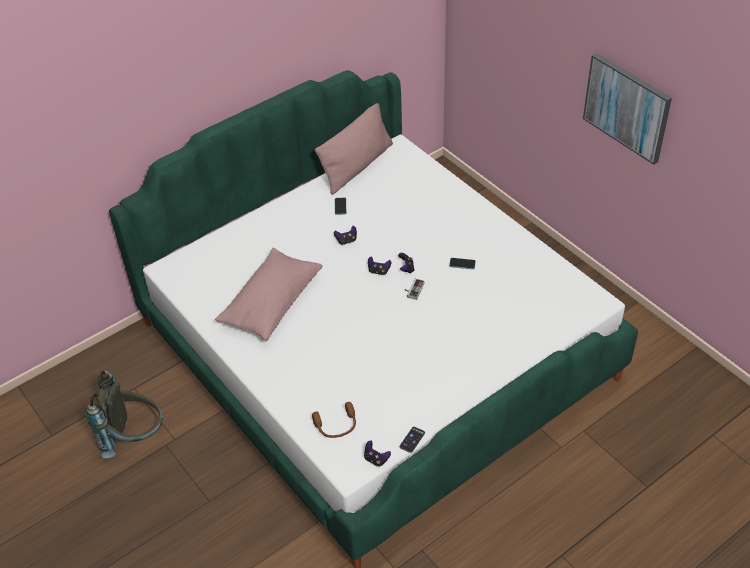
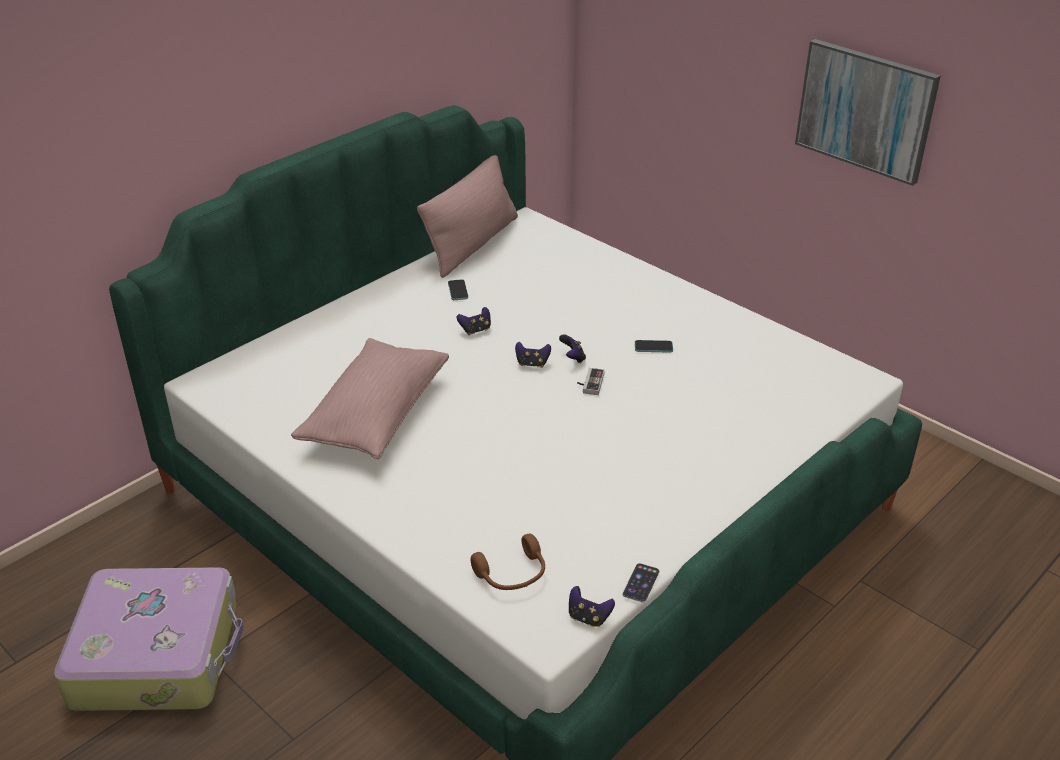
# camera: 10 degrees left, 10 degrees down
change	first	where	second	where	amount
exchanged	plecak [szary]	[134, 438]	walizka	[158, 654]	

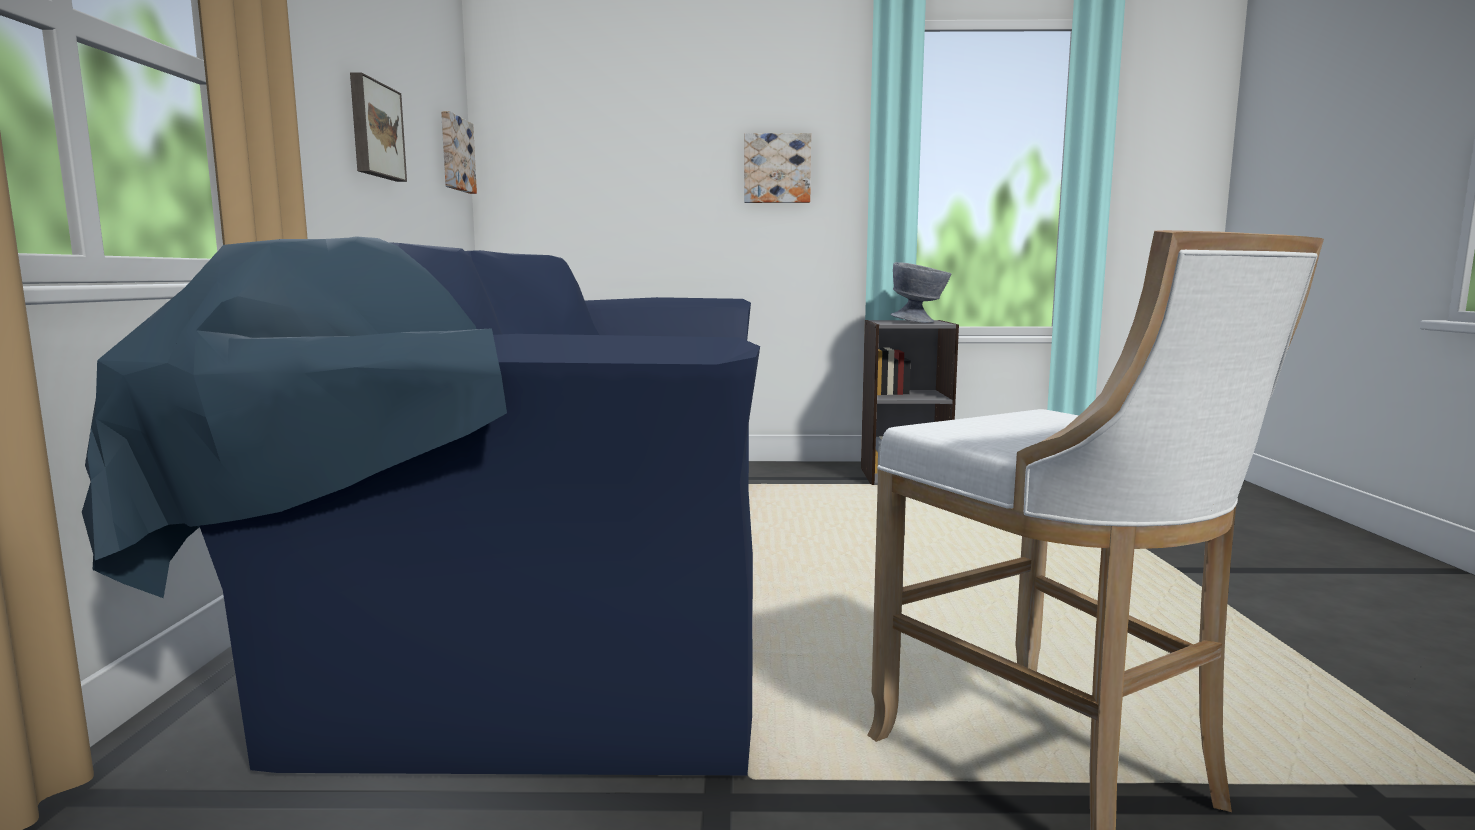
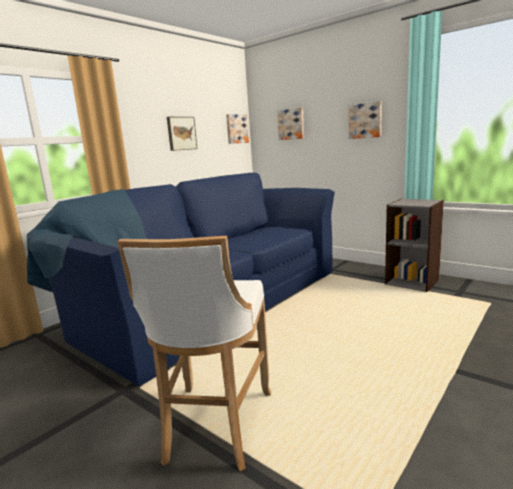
# camera: 40 degrees right, 5 degrees up
change	first	where	second	where	amount
appeared			obraz	[291, 124]	
missing	miska [szary]	[920, 322]			

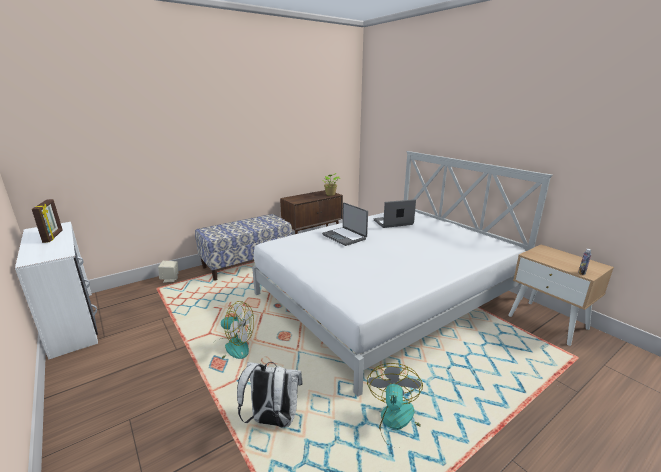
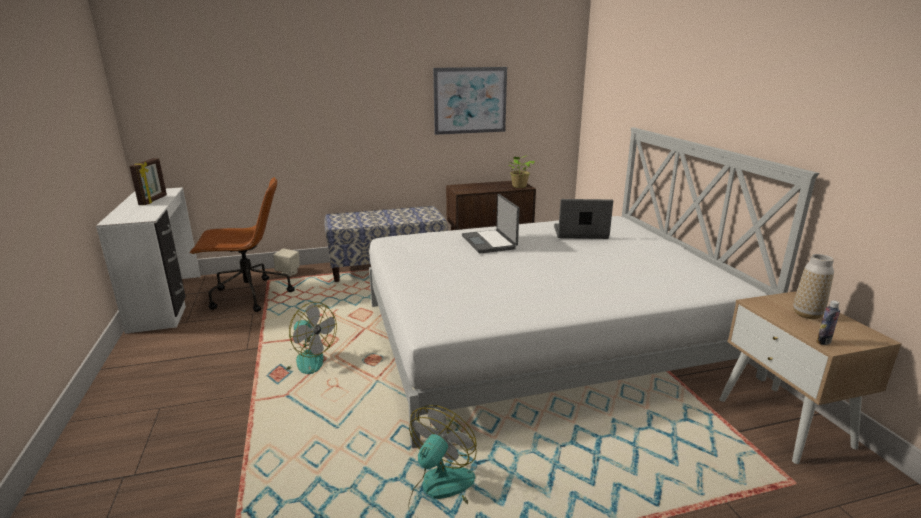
# camera: 20 degrees right, 0 degrees up
change	first	where	second	where	amount
appeared			krzesło biurowe [brązowy]	[248, 296]	
appeared			obraz	[470, 100]	
appeared			wazon	[807, 314]	
missing	plecak [biały]	[272, 420]			

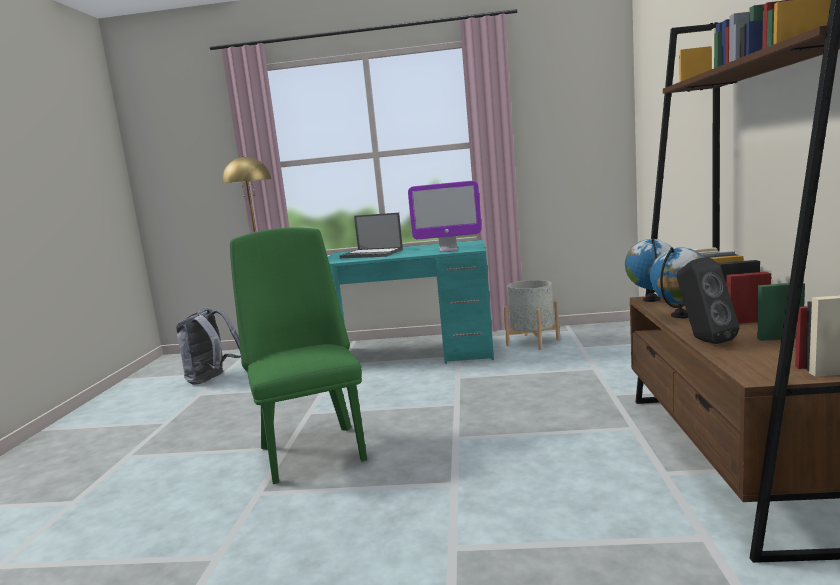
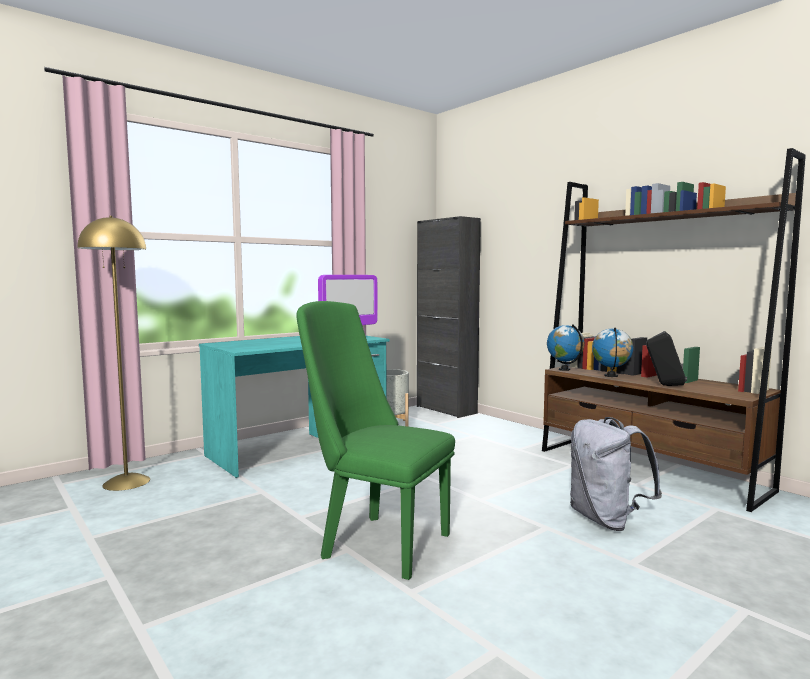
# camera: 45 degrees left, 5 degrees down
change	first	where	second	where	amount
appeared			szafka [czarny]	[446, 410]	
relocated	plecak [szary]	[212, 379]		[607, 520]	
missing	laptop	[372, 254]			

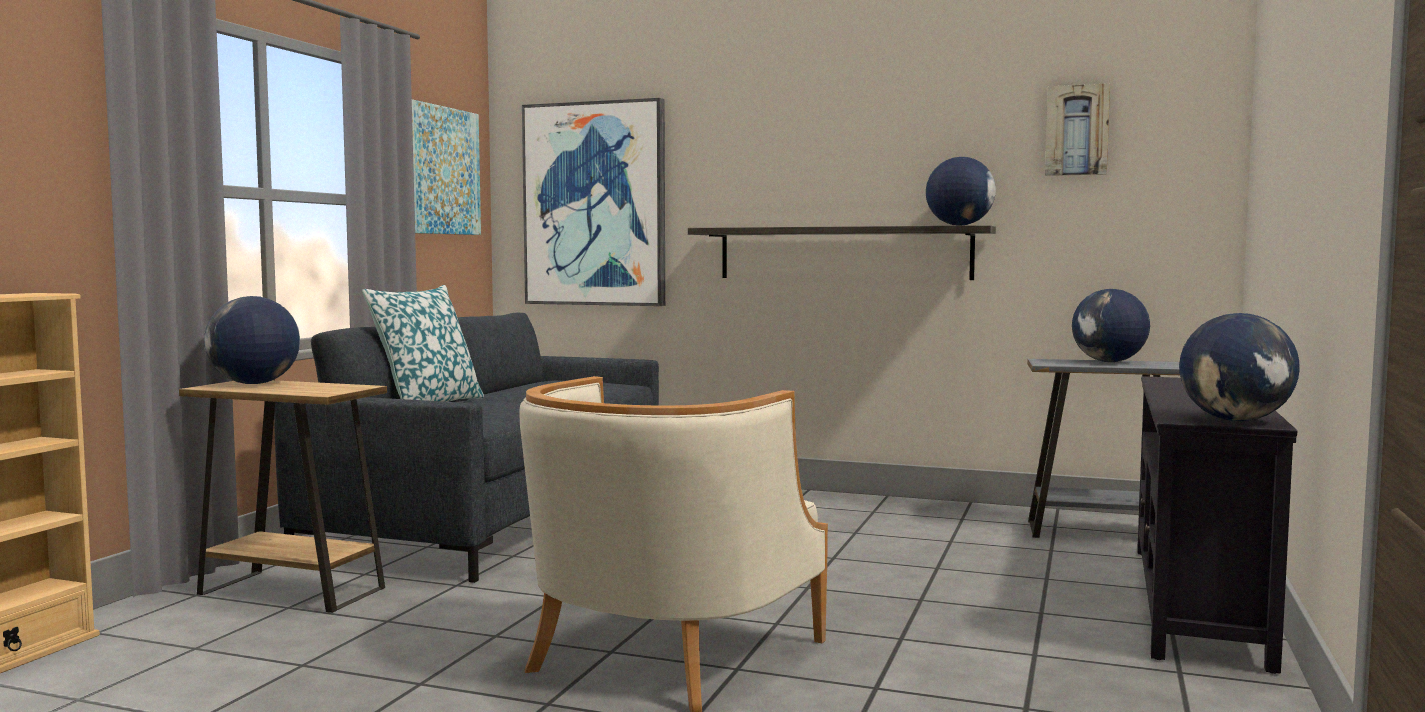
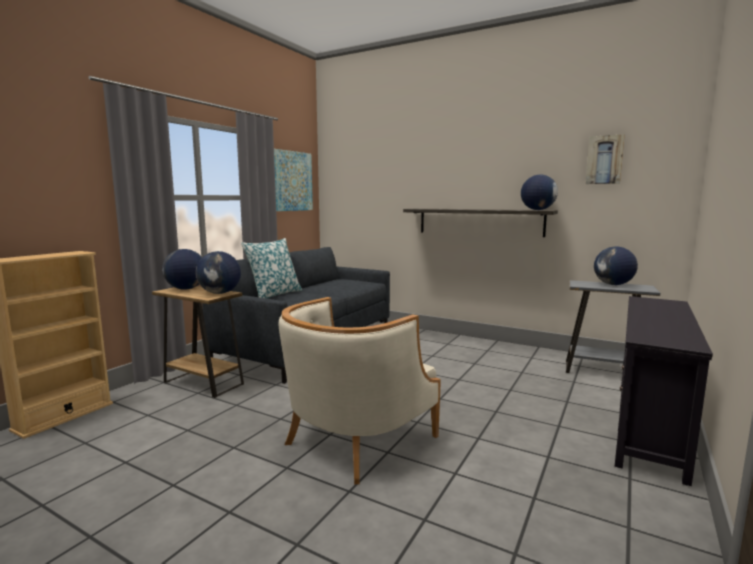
# camera: 10 degrees right, 5 degrees up
change	first	where	second	where	amount
relocated	globus	[1236, 420]		[220, 293]	
missing	obraz	[595, 204]			

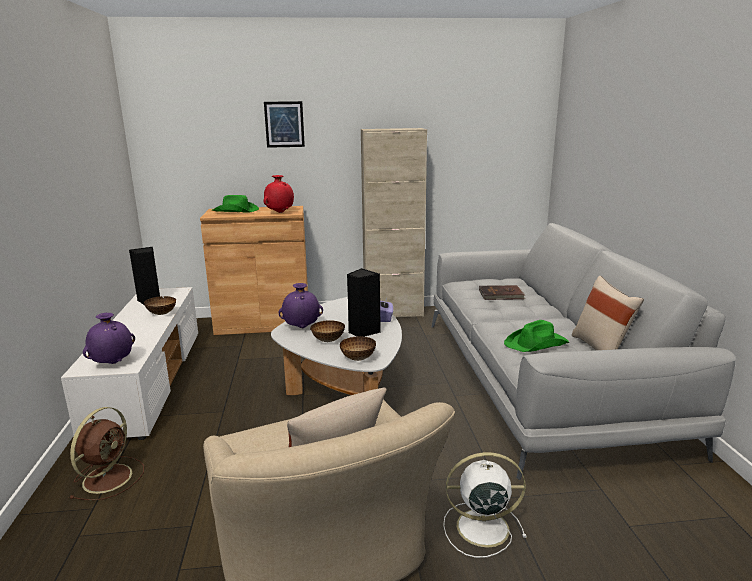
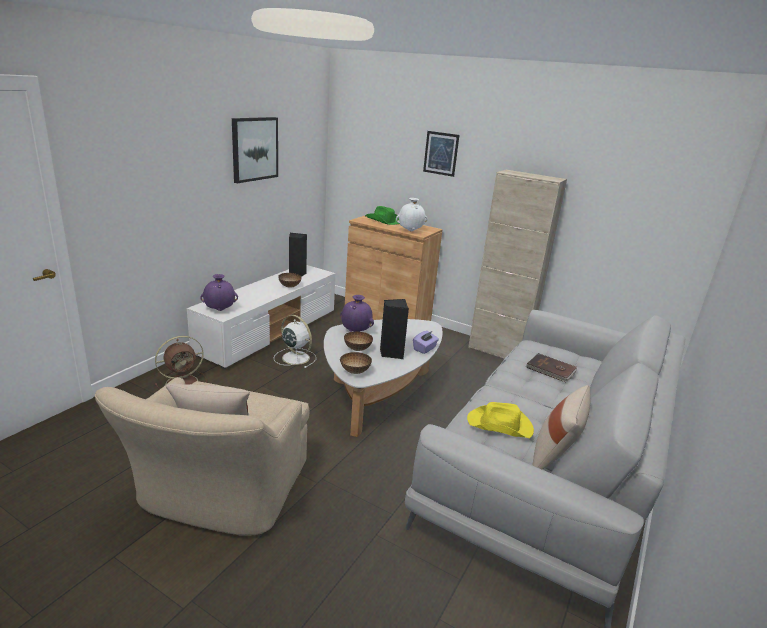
# camera: 35 degrees right, 5 degrees up
change	first	where	second	where	amount
appeared			obraz	[254, 149]	
relocated	wentylator [biały]	[480, 527]		[294, 357]	
colour	wazon [czerwony]	[280, 212]	wazon [biały]	[410, 231]	
colour	kapelusz [zielony]	[537, 344]	kapelusz [żółty]	[500, 425]	

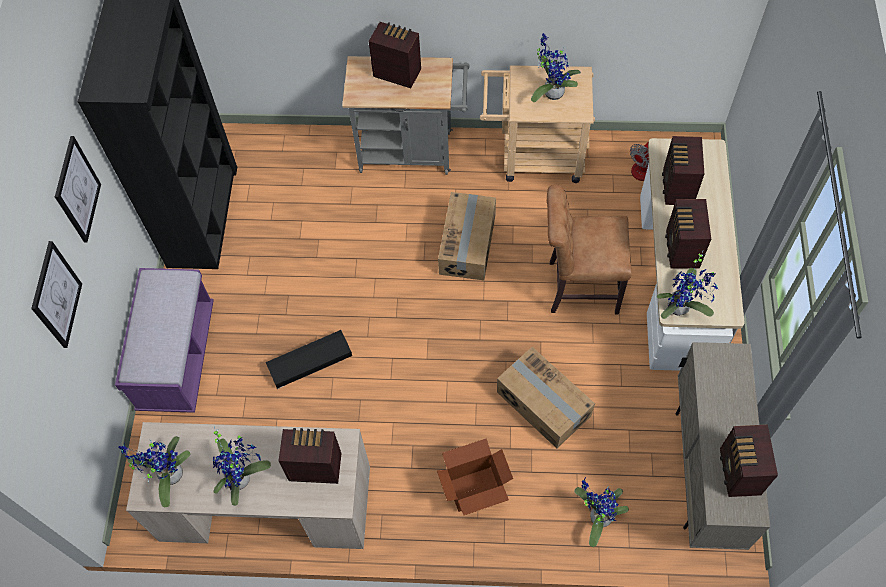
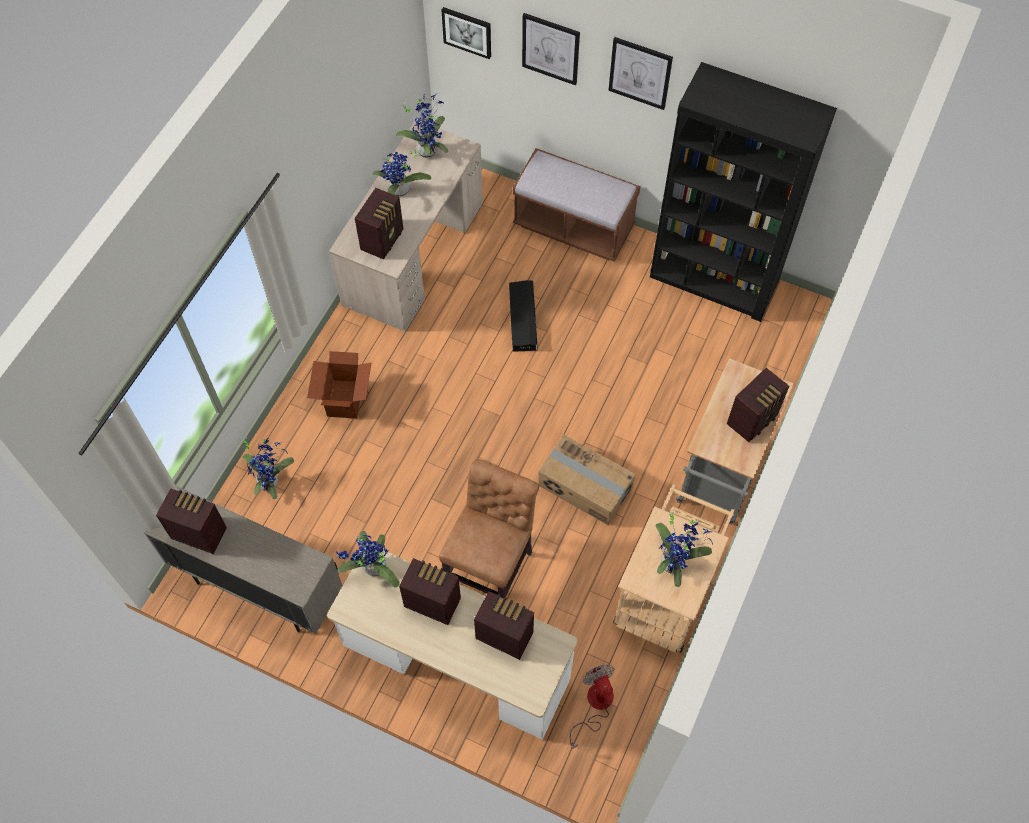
# camera: 110 degrees right, 0 degrees up
change	first	where	second	where	amount
appeared			obraz	[467, 32]	
colour	ławka [fioletowy]	[177, 357]	ławka [brązowy]	[573, 227]	
missing	karton	[543, 404]			

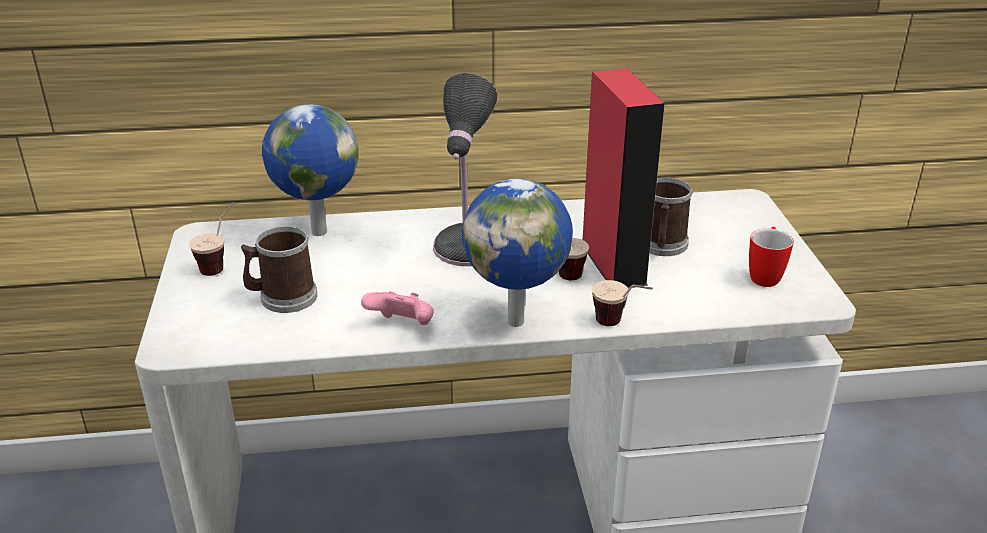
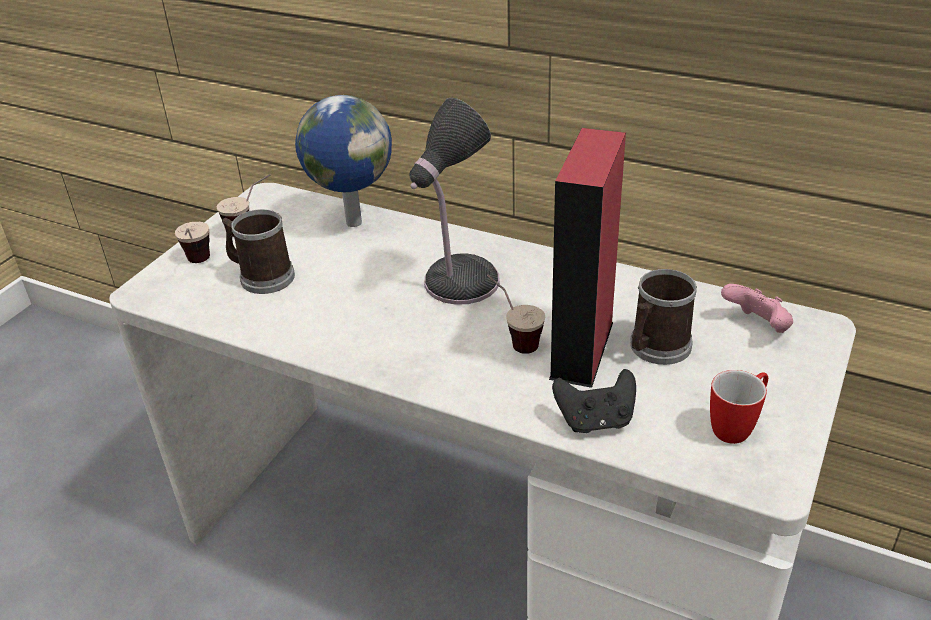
# camera: 35 degrees right, 5 degrees up
change	first	where	second	where	amount
relocated	filiżanka	[619, 326]		[198, 265]	
appeared			pad do gier [czarny]	[595, 421]	
relocated	pad do gier [różowy]	[402, 326]		[757, 327]	
missing	globus	[517, 320]			

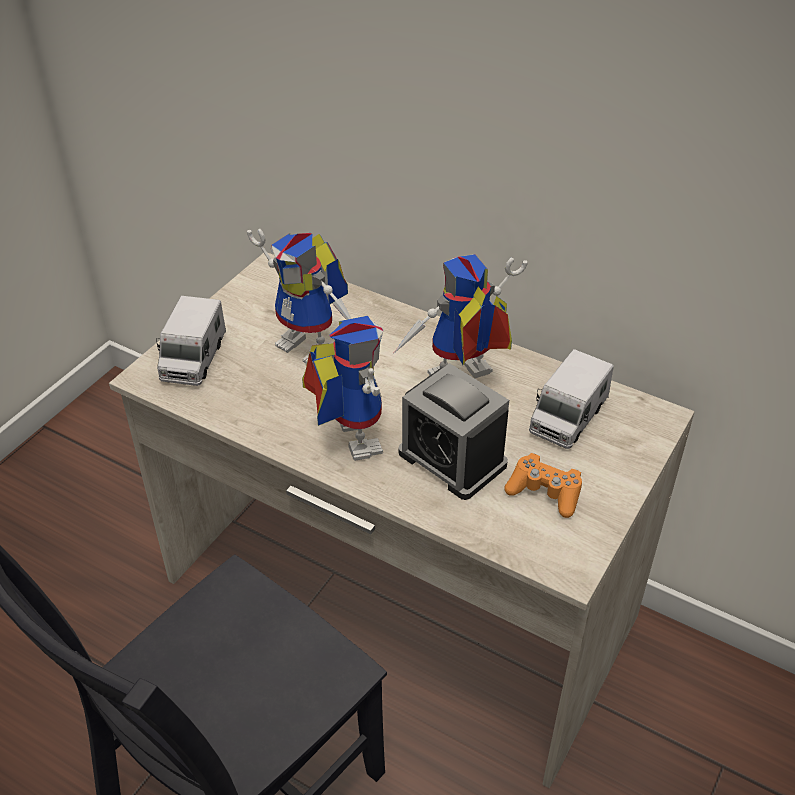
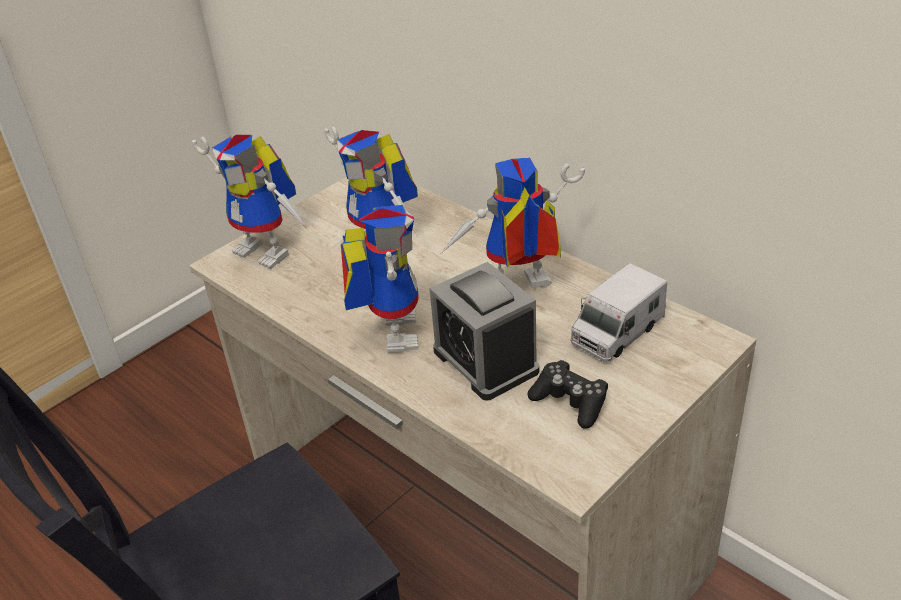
# camera: 15 degrees right, 5 degrees down
change	first	where	second	where	amount
exchanged	ciężarówka zabawkowa	[193, 359]	robot zabawkowy	[271, 250]	
colour	pad do gier [pomarańczowy]	[544, 492]	pad do gier [czarny]	[570, 402]	

